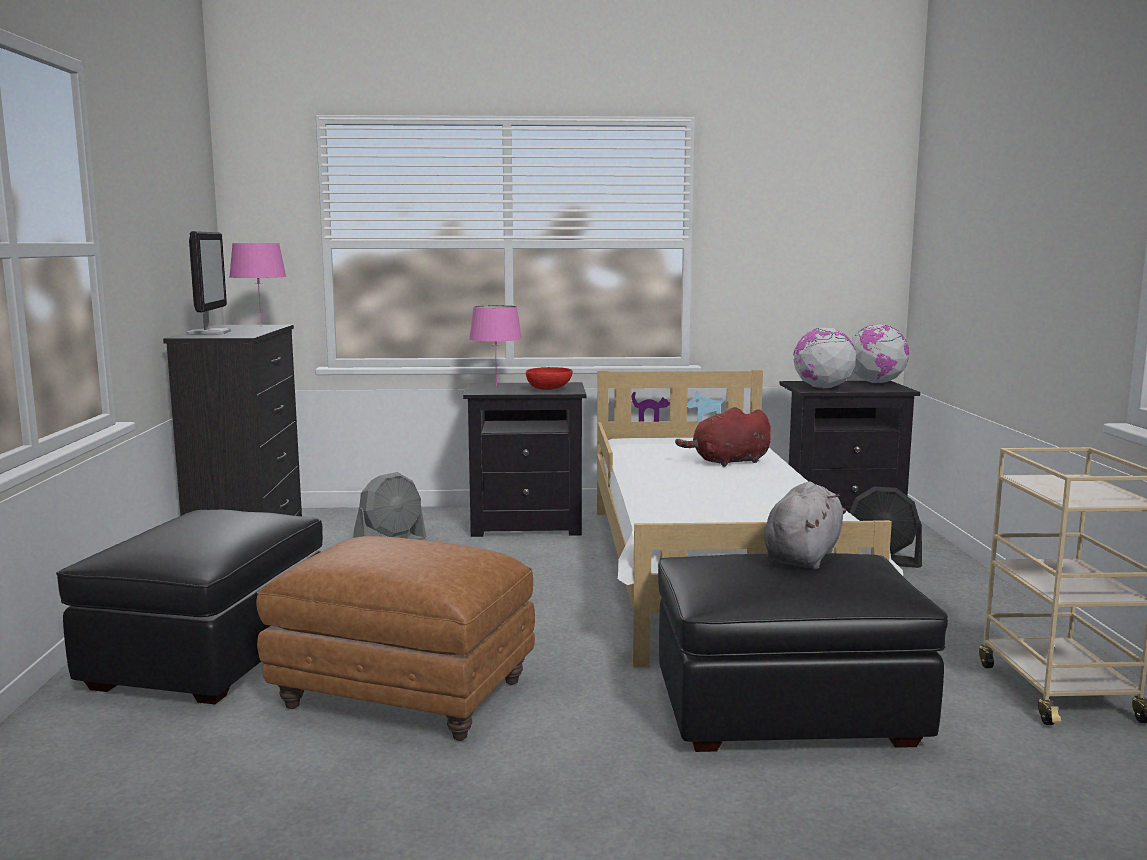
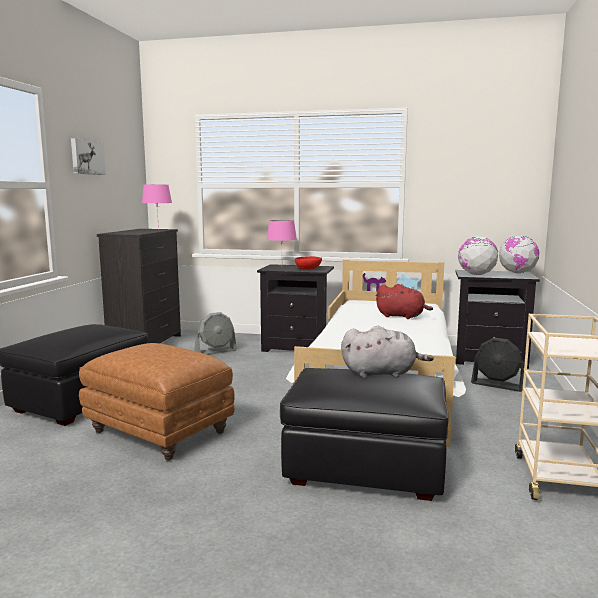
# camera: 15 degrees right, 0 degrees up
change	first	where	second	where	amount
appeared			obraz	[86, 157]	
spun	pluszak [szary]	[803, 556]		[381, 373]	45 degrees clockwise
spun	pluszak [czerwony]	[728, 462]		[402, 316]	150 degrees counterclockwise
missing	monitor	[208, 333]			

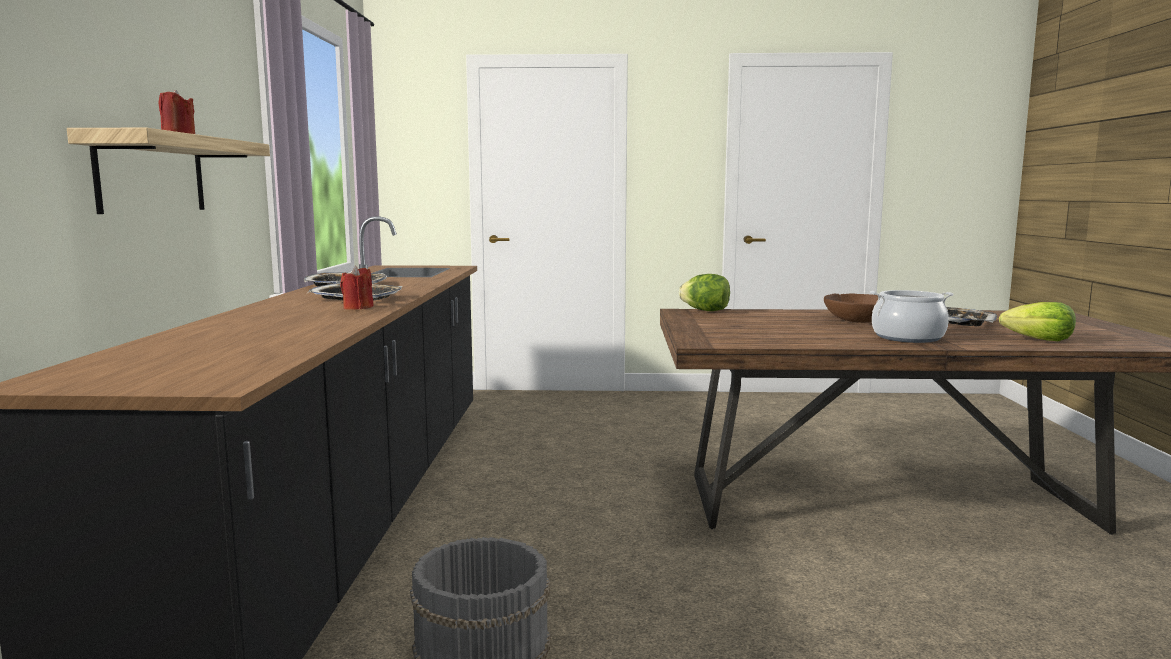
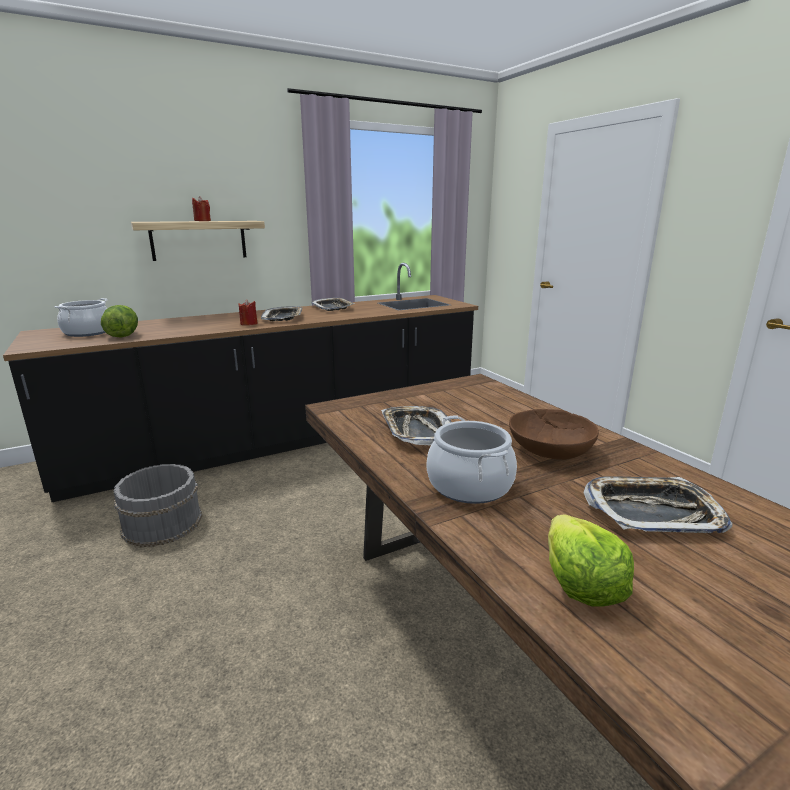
# camera: 60 degrees right, 10 degrees up
change	first	where	second	where	amount
appeared			garnek	[88, 332]	
relocated	sałata	[706, 311]		[123, 336]	
appeared			taca	[417, 431]	

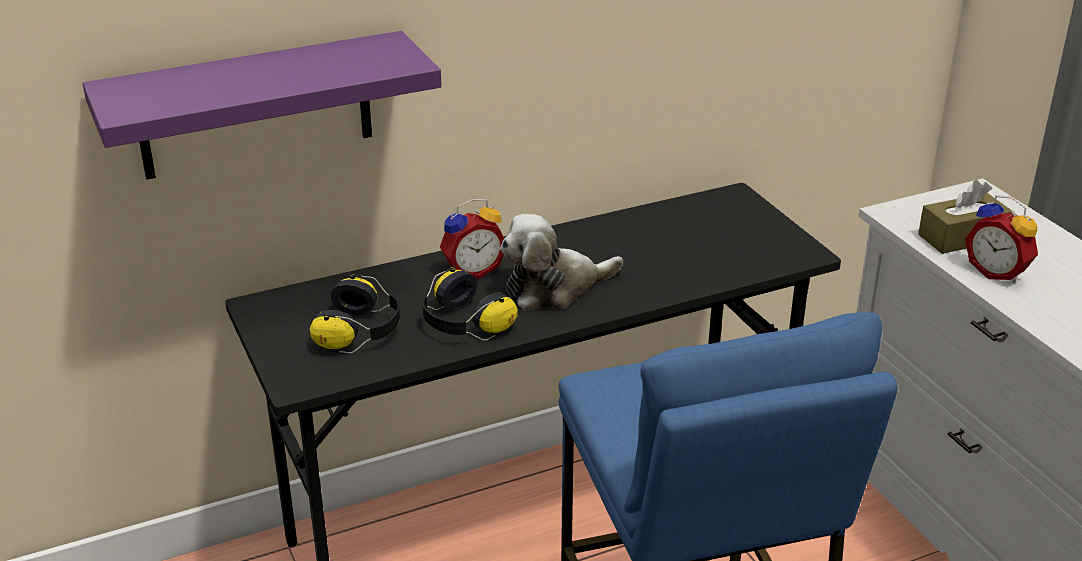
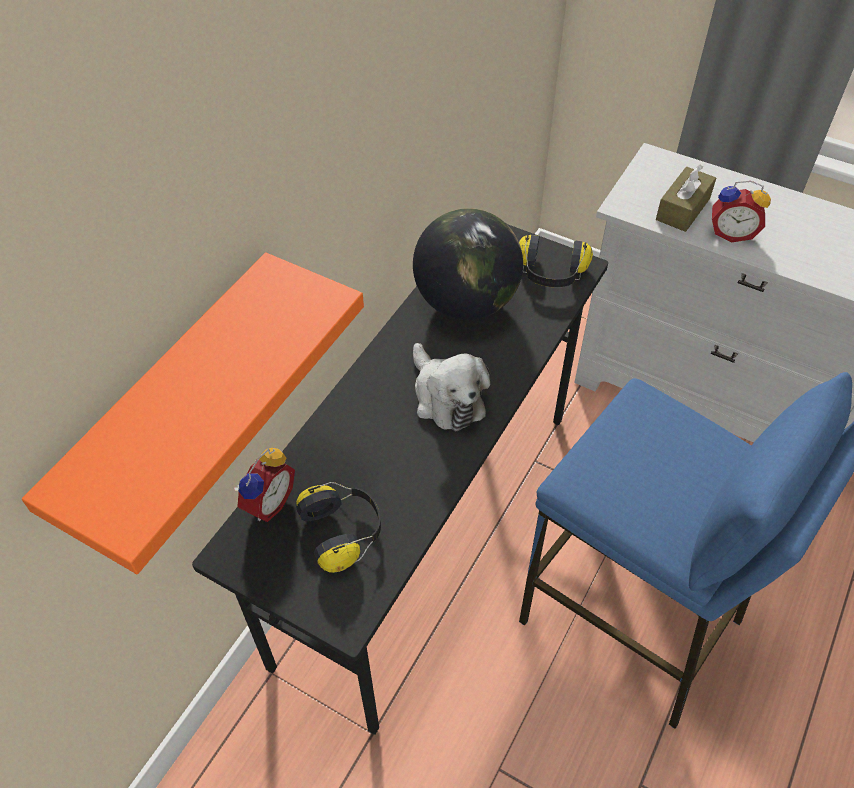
# camera: 35 degrees left, 20 degrees up
change	first	where	second	where	amount
colour	półka [fioletowy]	[255, 106]	półka [pomarańczowy]	[171, 400]	
relocated	budzik	[472, 270]		[267, 502]	
appeared			globus	[466, 302]	
spun	pluszak	[554, 288]		[446, 397]	60 degrees counterclockwise
relocated	słuchawki	[463, 324]		[551, 273]	

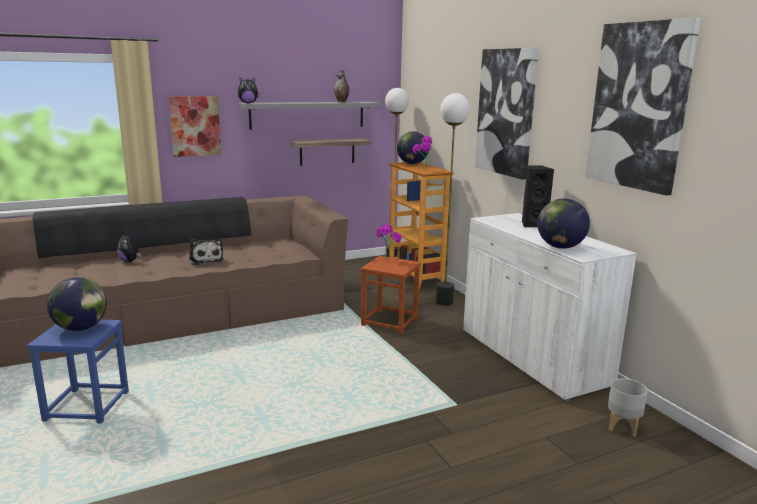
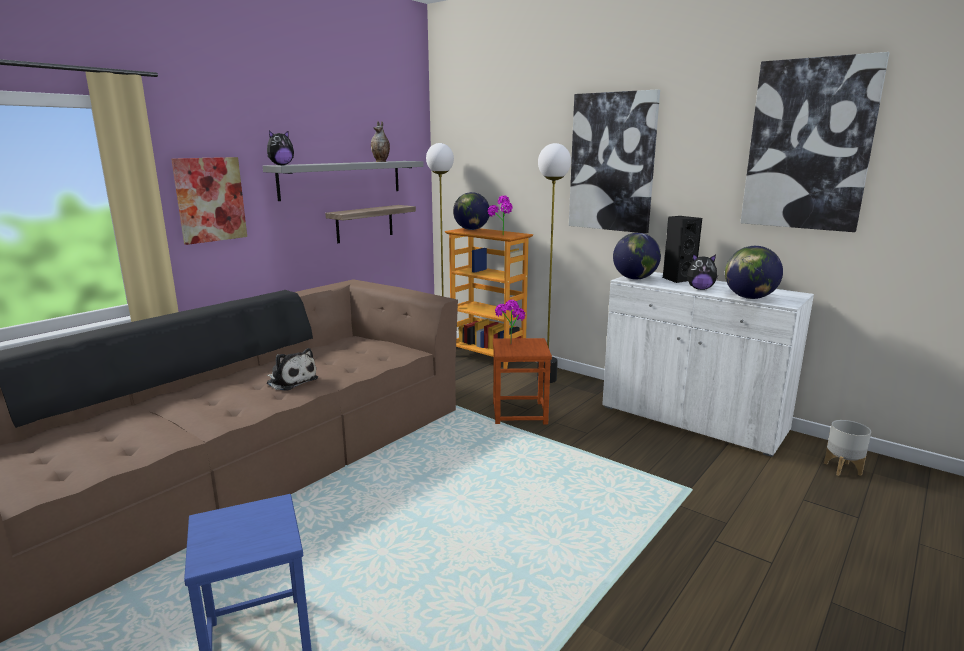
# camera: 25 degrees left, 0 degrees up
change	first	where	second	where	amount
relocated	globus	[80, 328]		[634, 279]	
relocated	pluszak	[130, 261]		[700, 289]	

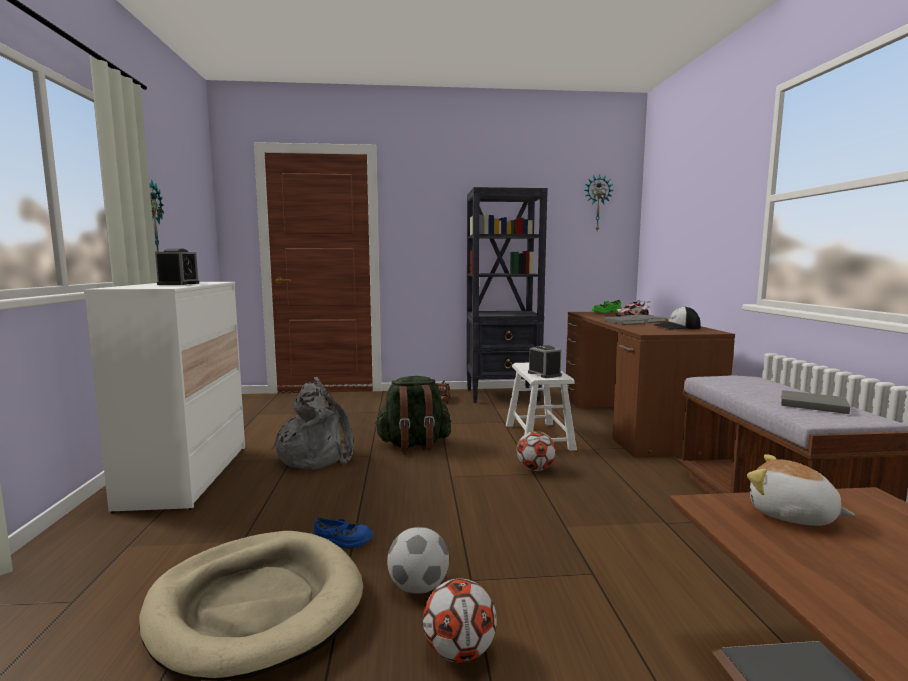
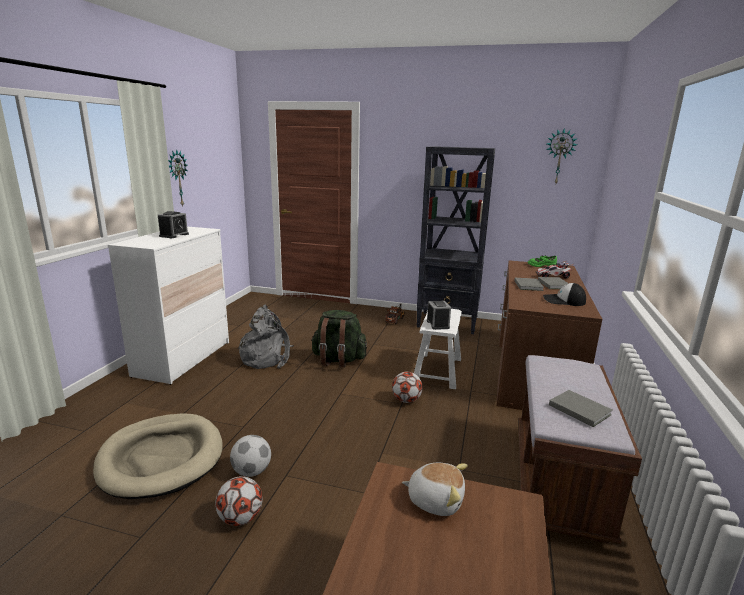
# camera: 20 degrees right, 10 degrees up
change	first	where	second	where	amount
spun	pluszak	[791, 515]		[435, 500]	135 degrees clockwise
missing	but [niebieski]	[342, 542]			

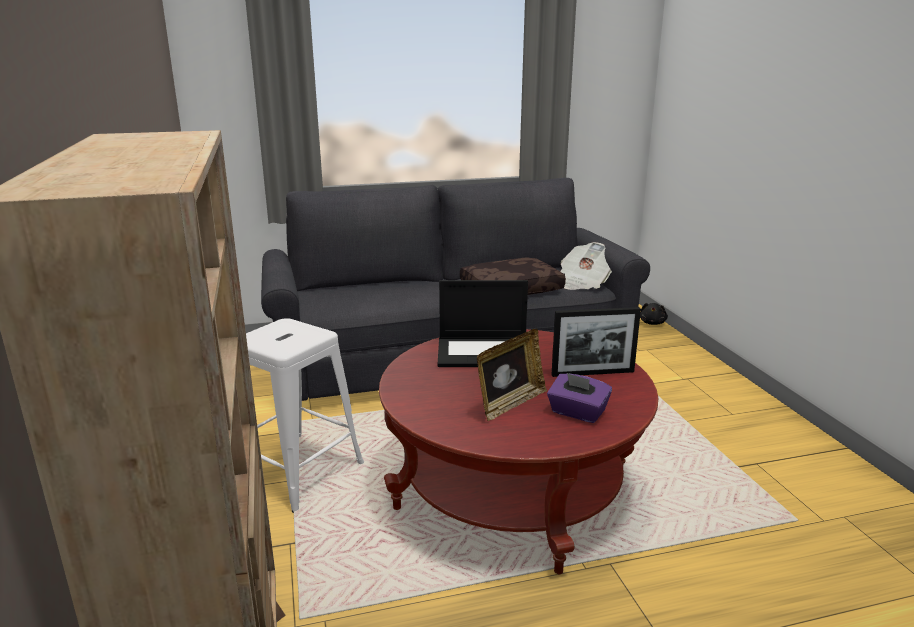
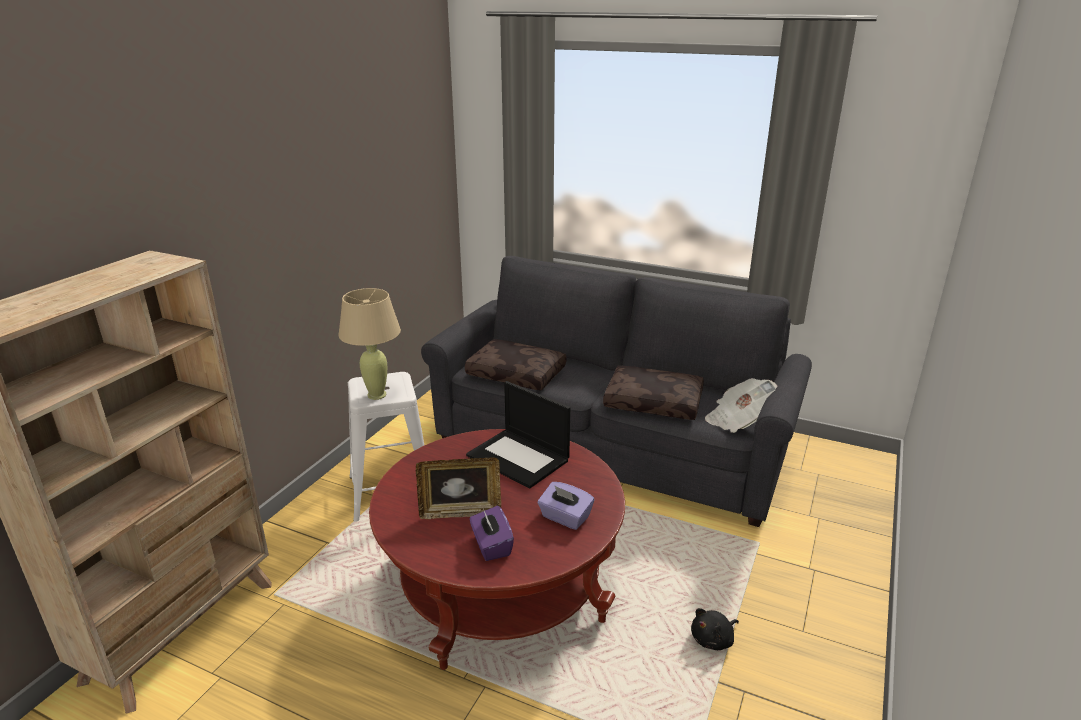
# camera: 40 degrees right, 5 degrees up
change	first	where	second	where	amount
appeared			lampa stołowa [beżowy]	[376, 395]	
appeared			poduszka [brązowy]	[517, 374]	
exchanged	ramka na zdjęcie	[592, 373]	pudełko chusteczek [fioletowy]	[565, 518]	
relocated	pluszak [czarny]	[652, 323]		[713, 640]	

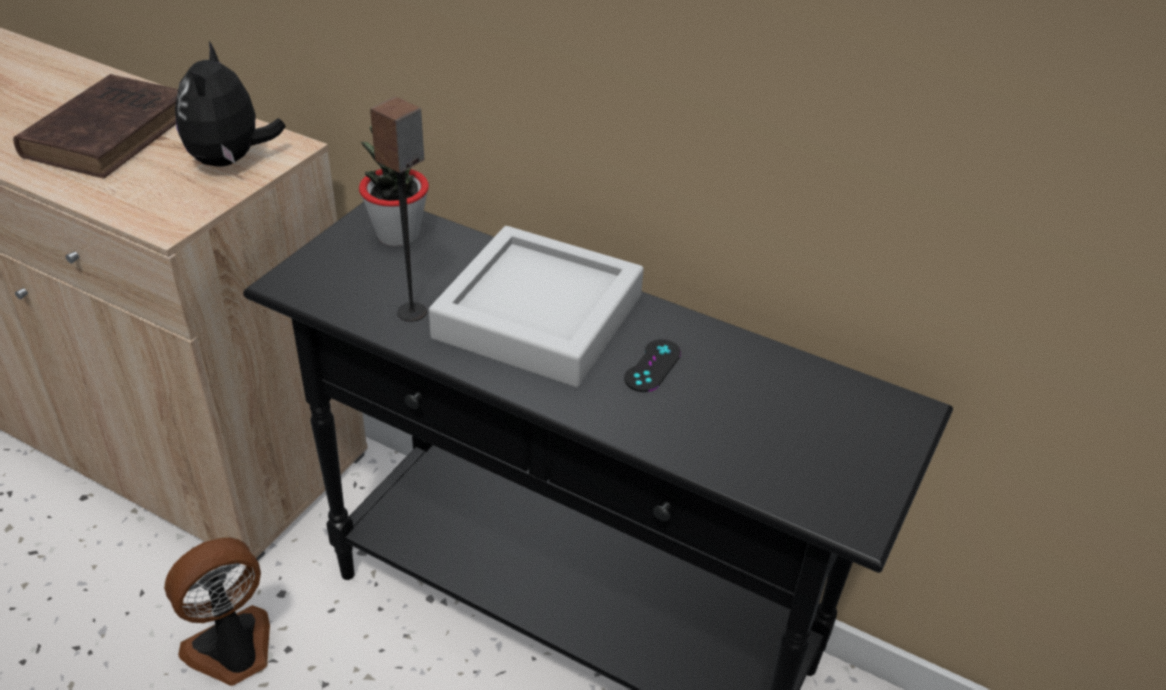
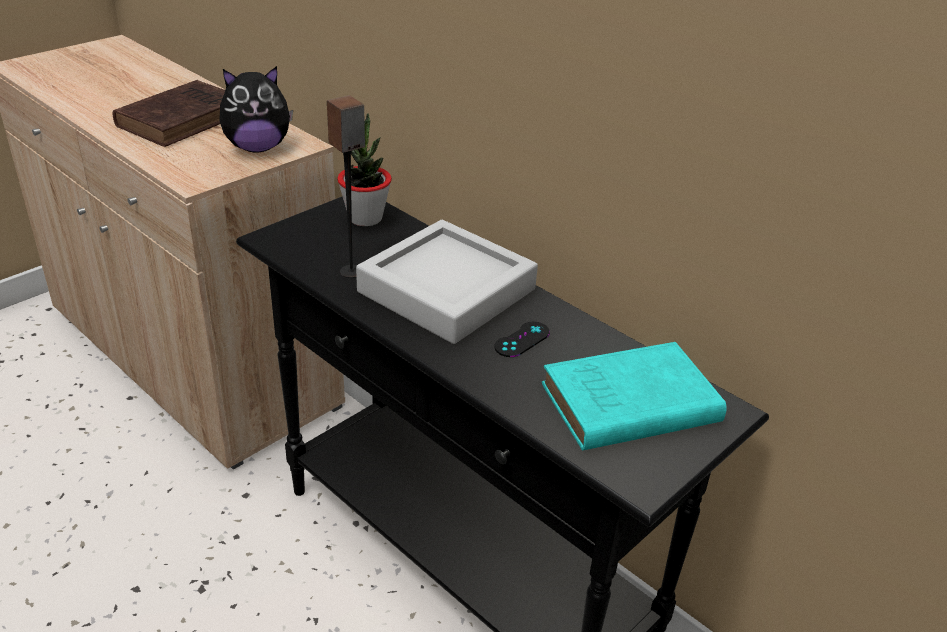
# camera: 15 degrees right, 5 degrees down
change	first	where	second	where	amount
spun	pluszak	[230, 161]		[257, 148]	120 degrees counterclockwise
appeared			książka [turkusowy]	[625, 404]	
missing	wentylator	[233, 651]			

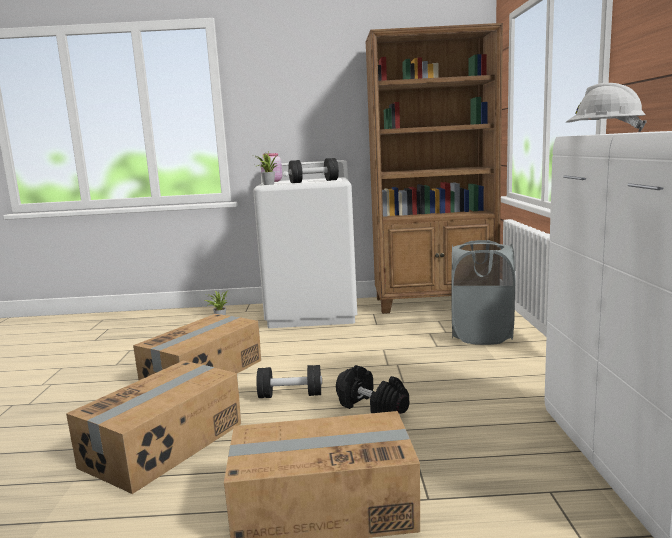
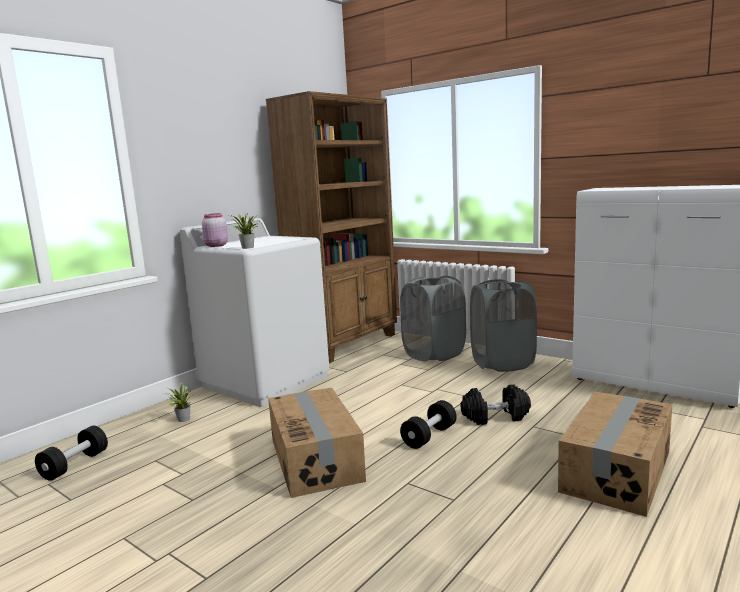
# camera: 50 degrees left, 0 degrees up
change	first	where	second	where	amount
relocated	hantel [czarny]	[314, 181]		[75, 465]	
appeared			kosz na pranie [szary]	[502, 363]	
missing	karton	[165, 445]			
missing	kask [biały]	[603, 133]			

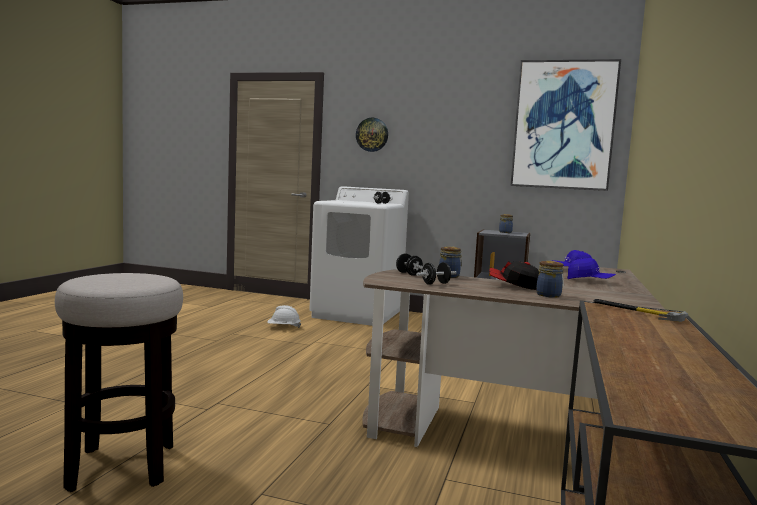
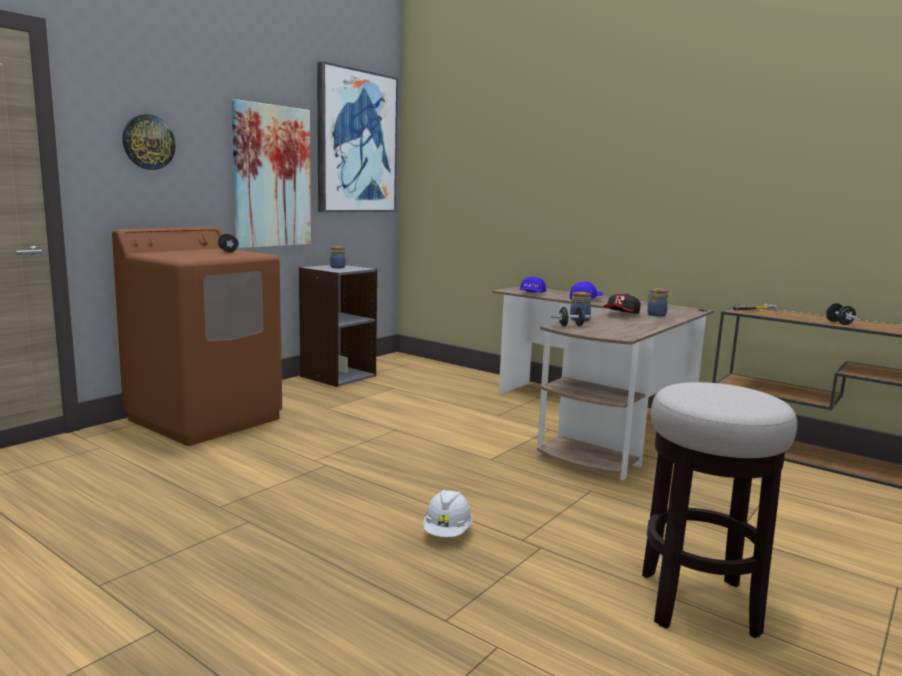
# camera: 70 degrees left, 5 degrees up
change	first	where	second	where	amount
colour	pralka [biały]	[357, 314]	pralka [brązowy]	[205, 419]	
appeared			obraz	[272, 176]	
relocated	kask [biały]	[283, 328]		[447, 532]	
relocated	hantel [czarny]	[435, 284]		[839, 323]	

